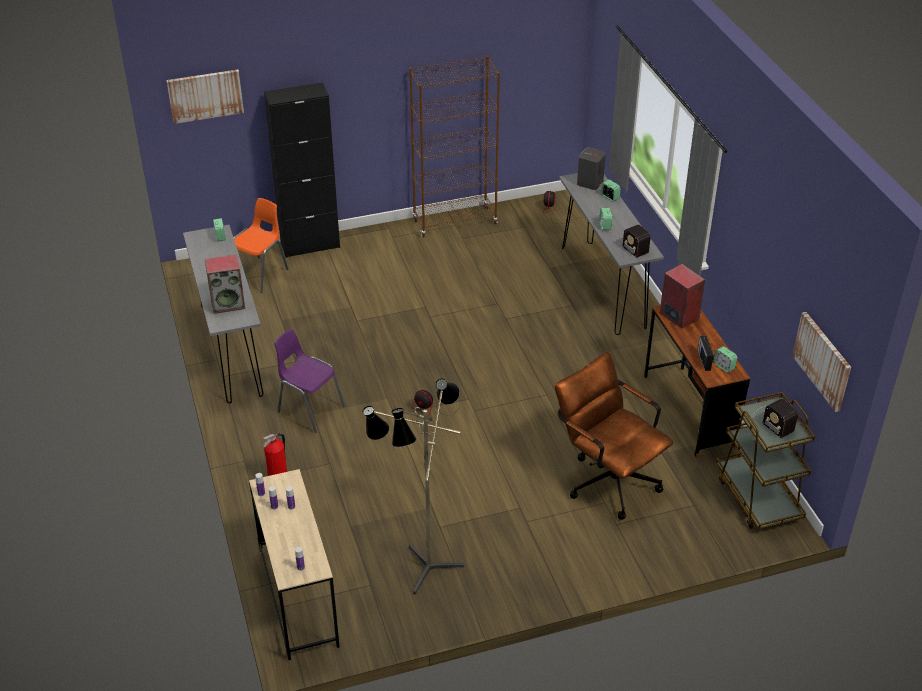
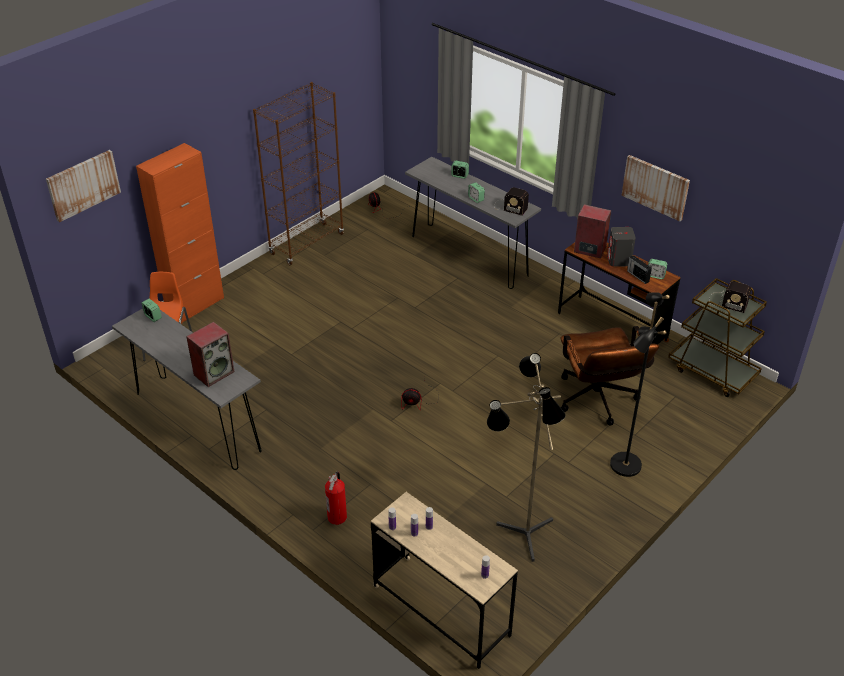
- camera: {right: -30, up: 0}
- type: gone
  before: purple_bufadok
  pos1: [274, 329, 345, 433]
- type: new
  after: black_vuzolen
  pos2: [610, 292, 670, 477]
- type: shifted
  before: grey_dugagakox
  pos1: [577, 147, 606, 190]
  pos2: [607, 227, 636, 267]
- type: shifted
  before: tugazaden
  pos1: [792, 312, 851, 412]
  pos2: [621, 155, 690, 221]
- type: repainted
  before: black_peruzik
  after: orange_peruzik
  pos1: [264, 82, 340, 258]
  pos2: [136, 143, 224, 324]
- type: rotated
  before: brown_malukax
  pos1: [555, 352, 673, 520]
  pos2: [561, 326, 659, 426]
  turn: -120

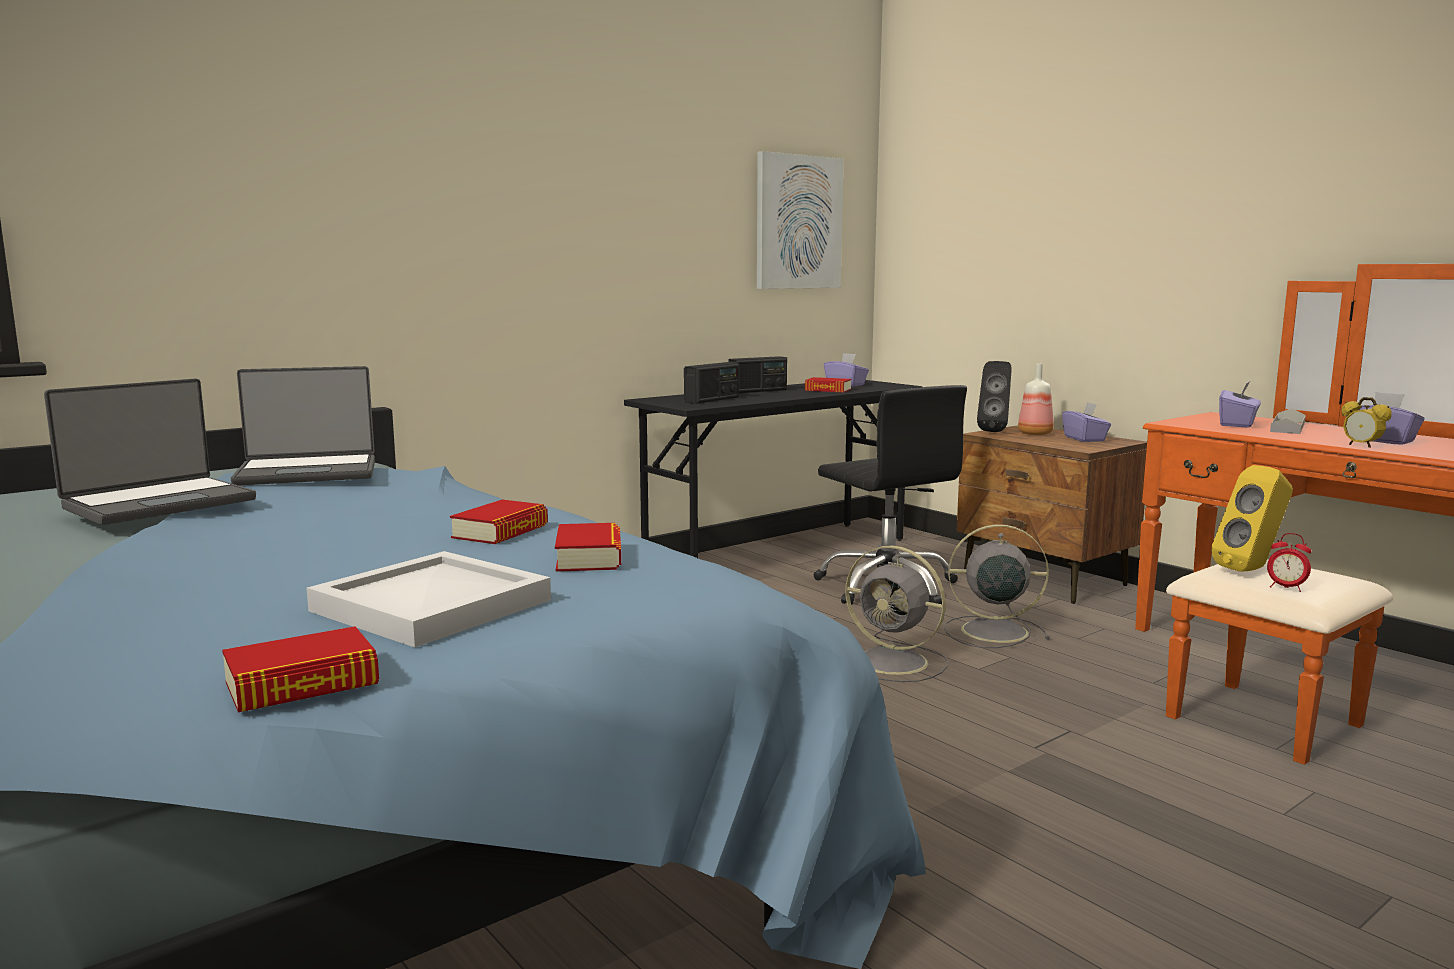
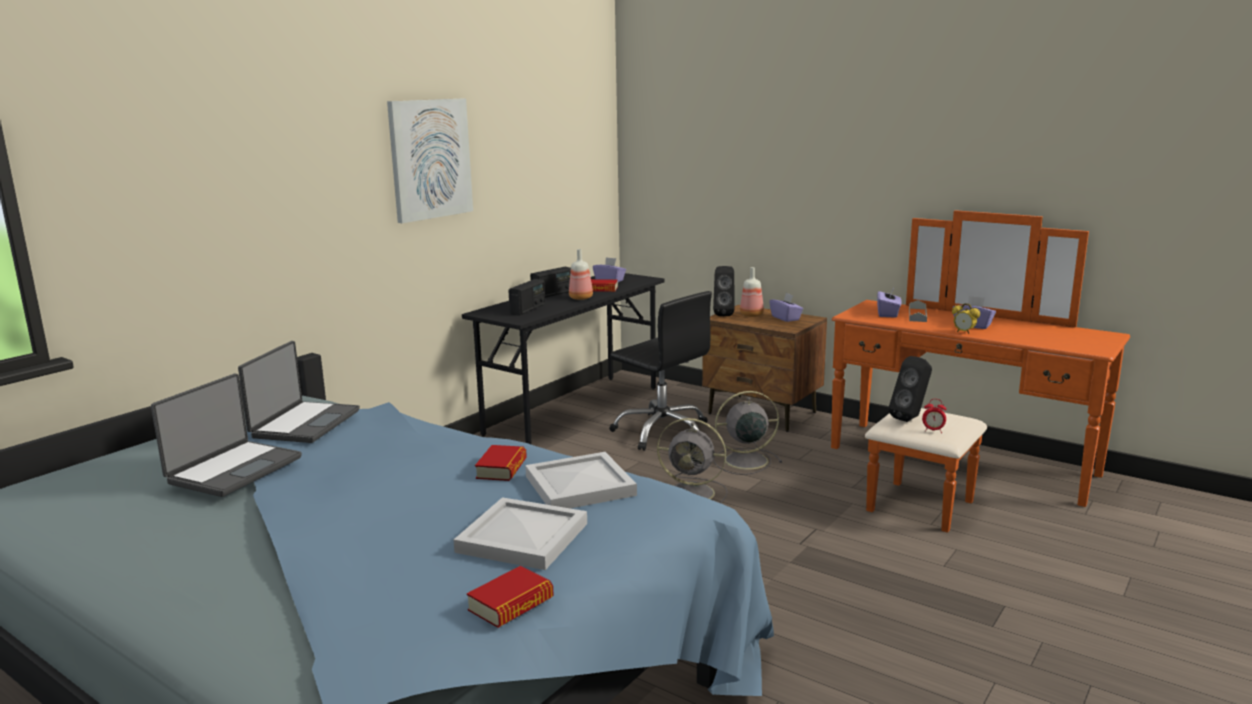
- camera: {right: -15, up: 5}
- type: new
  after: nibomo
  pos2: [569, 249, 593, 300]
- type: shifted
  before: tugazaden
  pos1: [757, 151, 843, 289]
  pos2: [387, 98, 473, 223]
- type: swapped
  before: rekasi
  after: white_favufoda
  pos1: [555, 523, 621, 572]
  pos2: [525, 452, 637, 509]
- type: repainted
  before: yellow_dugagakox
  after: black_dugagakox
  pos1: [1211, 465, 1293, 572]
  pos2: [889, 356, 932, 422]
- type: rotated
  before: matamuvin
  pos1: [231, 366, 375, 486]
  pos2: [238, 341, 360, 443]
  turn: -45

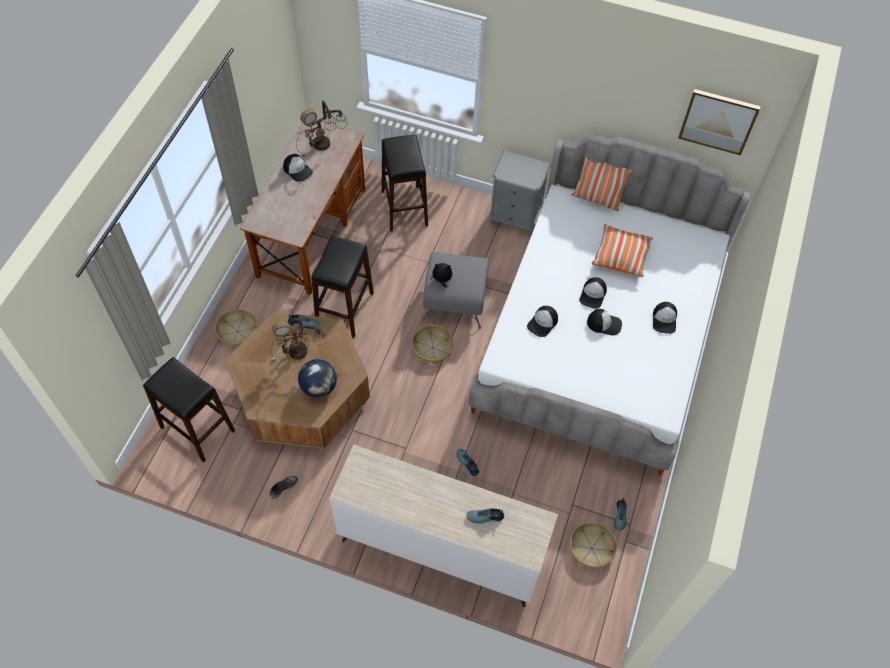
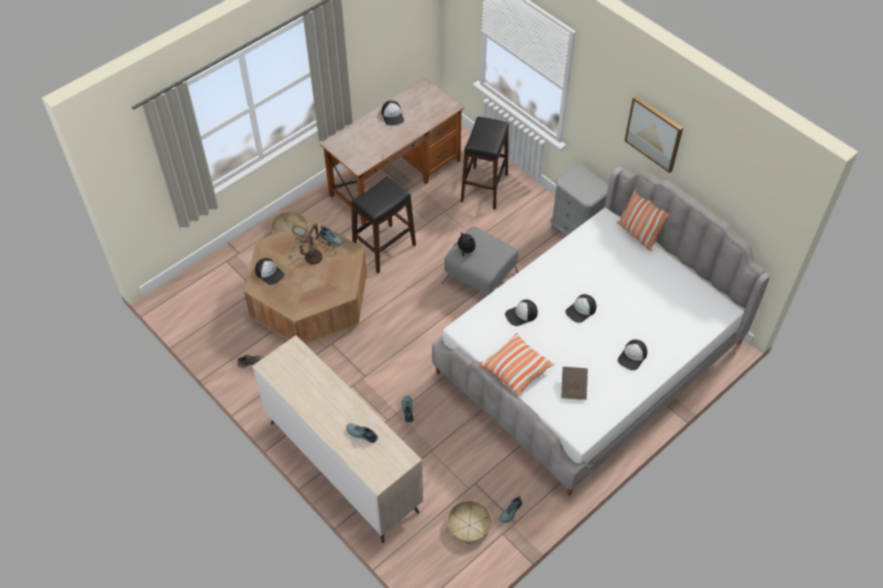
- camera: {right: 30, up: -5}
- type: gone
  before: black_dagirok
  pos1: [143, 357, 235, 462]
- type: gone
  before: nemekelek
  pos1: [296, 101, 347, 157]
- type: gone
  before: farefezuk
  pos1: [298, 359, 337, 398]
- type: gone
  before: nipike
  pos1: [412, 325, 454, 364]
- type: new
  after: brown_rekasi
  pos2: [561, 367, 588, 400]
- type: shifted
  before: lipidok
  pos1: [587, 309, 622, 336]
  pos2: [255, 258, 285, 285]
- type: shifted
  before: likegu
  pos1: [591, 224, 653, 277]
  pos2: [479, 333, 554, 396]
- type: shifted
  before: tugazaden
  pos1: [678, 89, 761, 155]
  pos2: [625, 96, 683, 173]

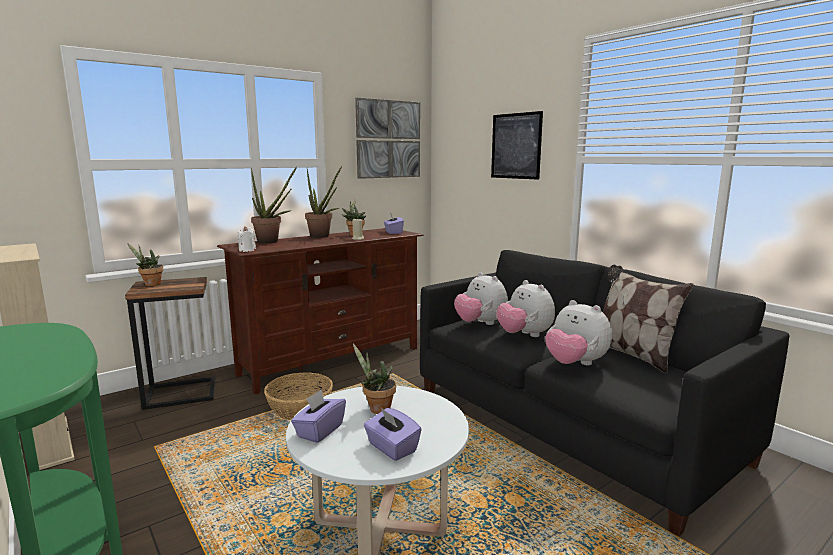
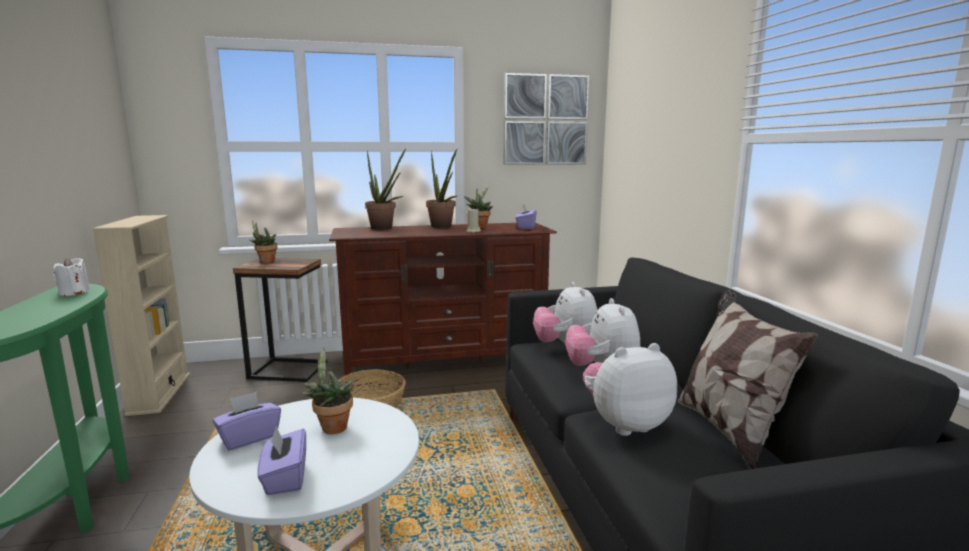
- camera: {right: 25, up: 0}
- type: gone
  before: tugazaden
  pos1: [491, 111, 543, 180]
- type: shifted
  before: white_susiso
  pos1: [237, 226, 256, 252]
  pos2: [52, 257, 90, 296]
- type: rotated
  before: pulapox
  pos1: [545, 300, 612, 365]
  pos2: [583, 343, 677, 436]
  turn: 90

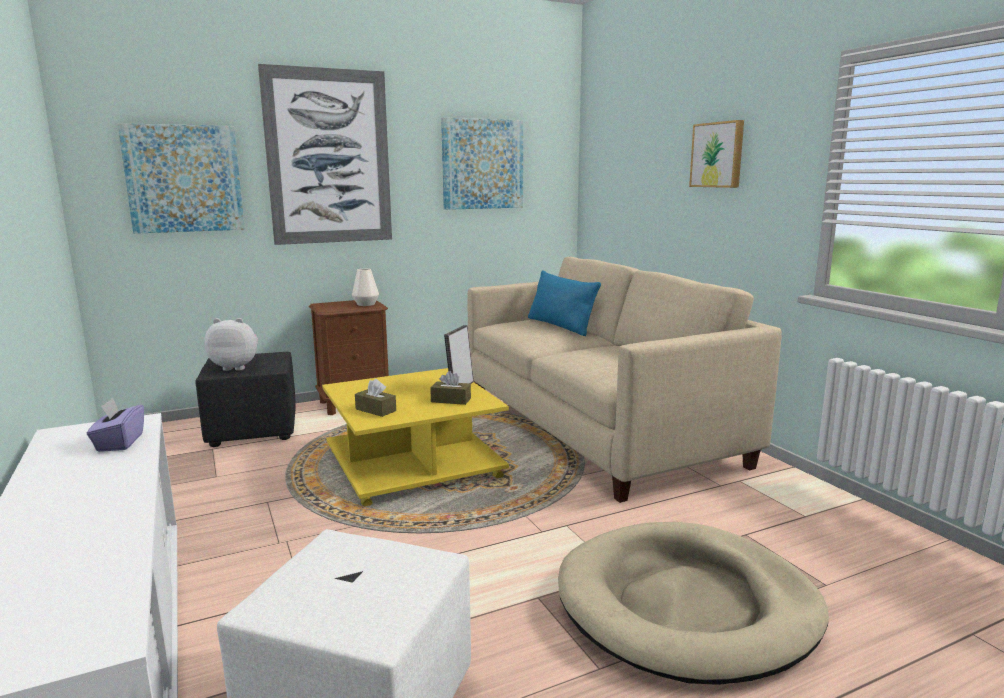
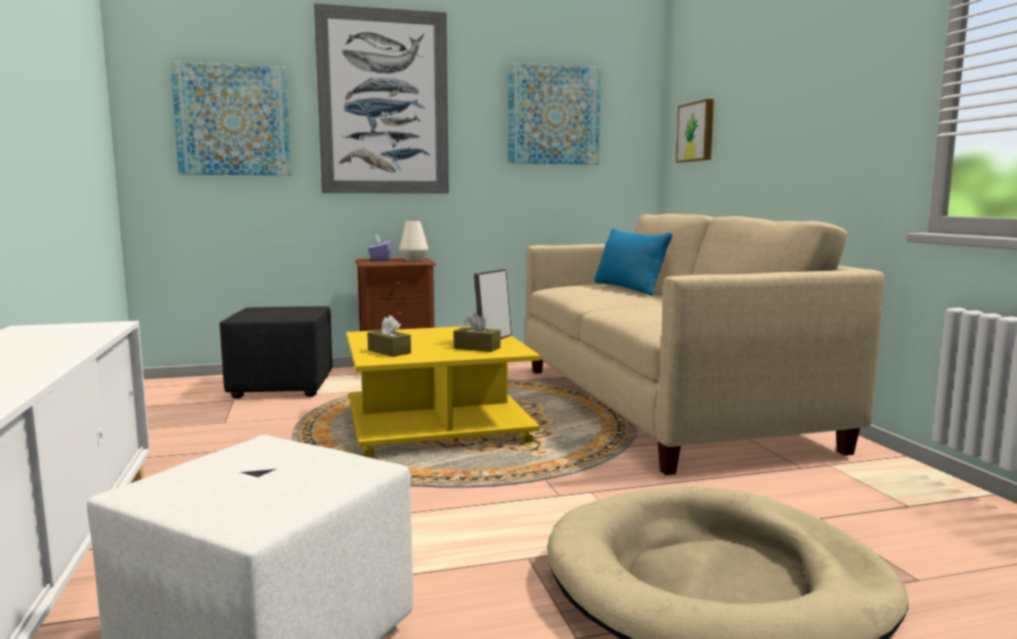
- camera: {right: 10, up: -5}
- type: gone
  before: pulapox
  pos1: [204, 318, 258, 371]
- type: shifted
  before: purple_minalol
  pos1: [87, 398, 144, 452]
  pos2: [368, 235, 393, 261]
- type: shifted
  before: tugazaden
  pos1: [689, 120, 744, 188]
  pos2: [676, 99, 714, 163]

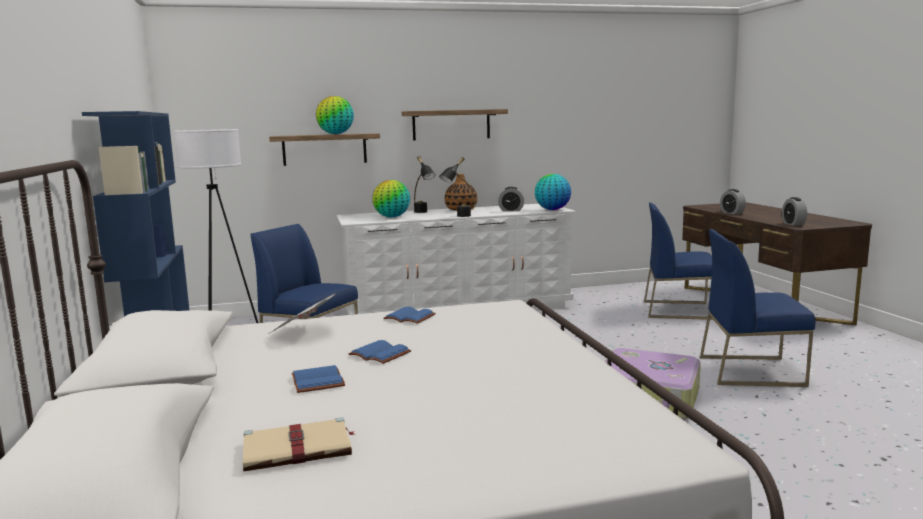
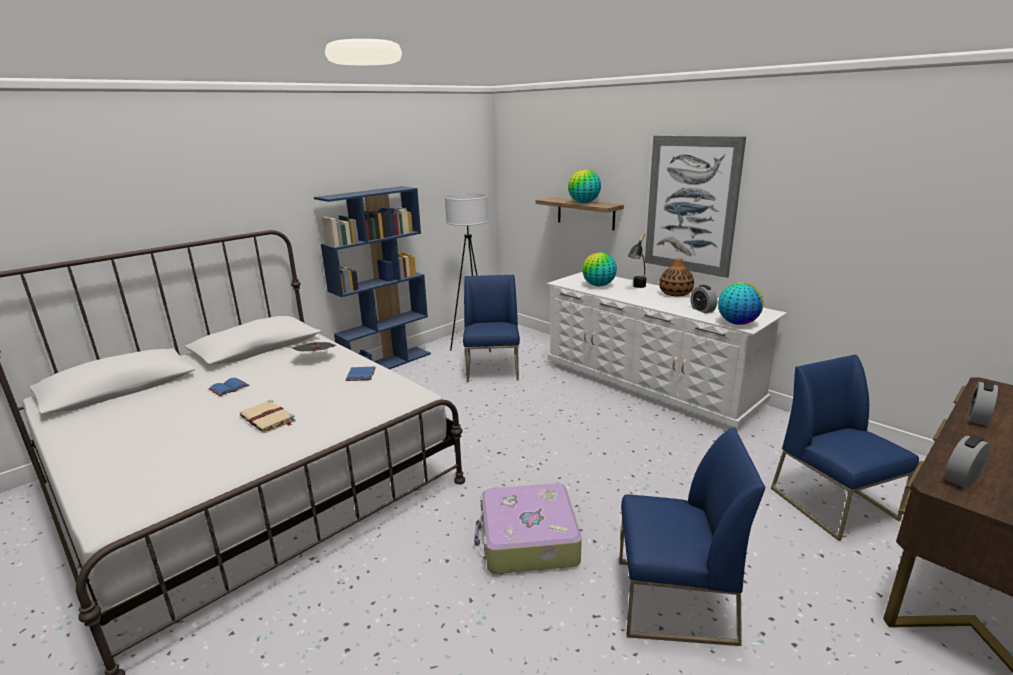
- camera: {right: 60, up: 10}
- type: gone
  before: blue_rekasi
  pos1: [348, 340, 411, 364]
- type: gone
  before: black_nemekelek
  pos1: [439, 157, 475, 217]
- type: shifted
  before: beige_rekasi
  pos1: [243, 417, 355, 471]
  pos2: [240, 400, 296, 433]
- type: swapped
  before: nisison
  after: tugazaden
  pos1: [402, 109, 508, 141]
  pos2: [645, 136, 746, 278]
- type: rotated
  before: blue_bufadok
  pos1: [700, 229, 816, 387]
  pos2: [619, 427, 765, 646]
  turn: 120

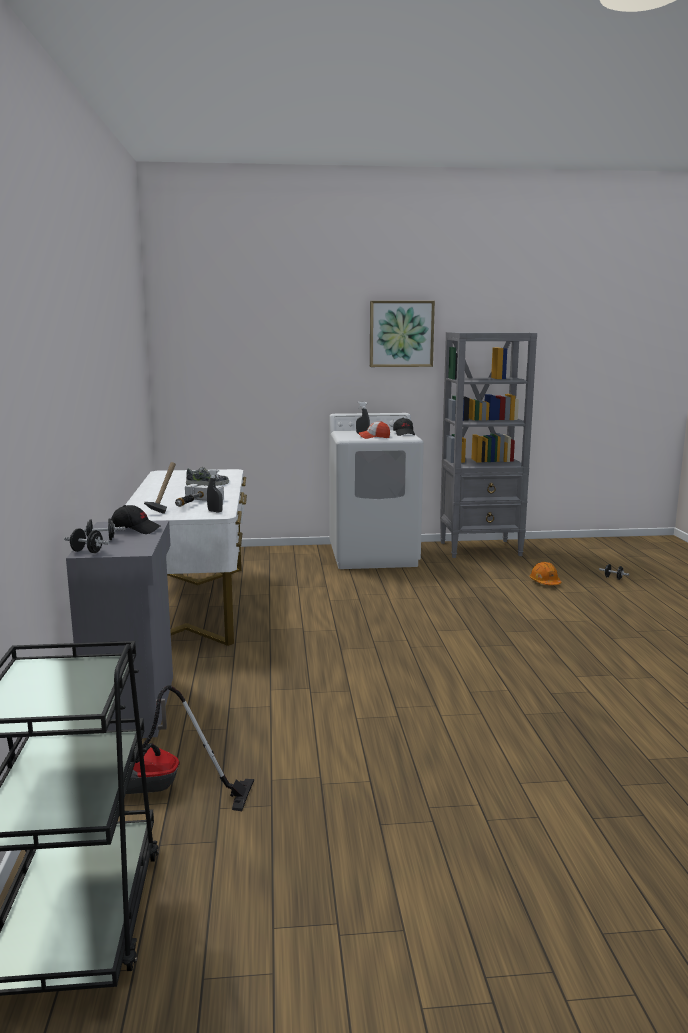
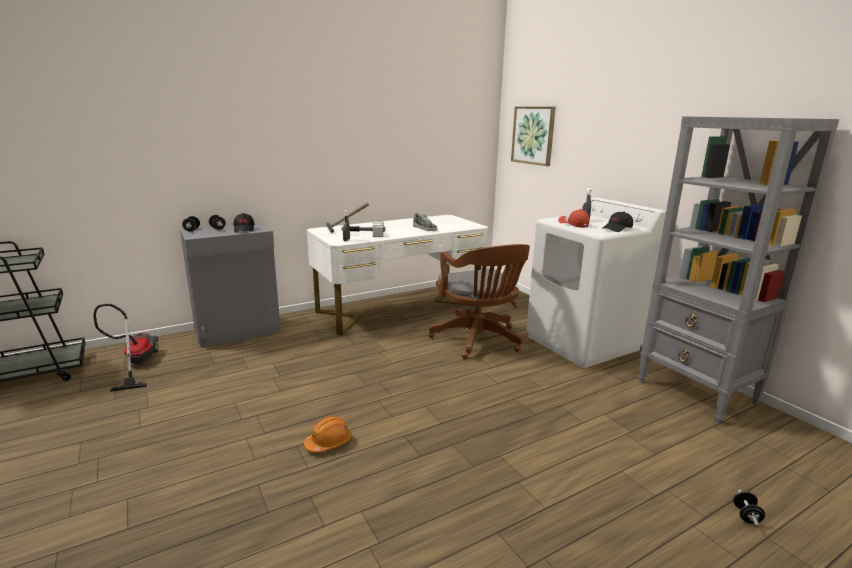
- camera: {right: 65, up: 5}
- type: new
  after: brown_malukax
  pos2: [428, 244, 530, 359]
- type: shifted
  before: tugazaden
  pos1: [370, 301, 435, 367]
  pos2: [511, 106, 556, 166]
- type: shifted
  before: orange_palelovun
  pos1: [530, 562, 561, 585]
  pos2: [304, 416, 352, 453]

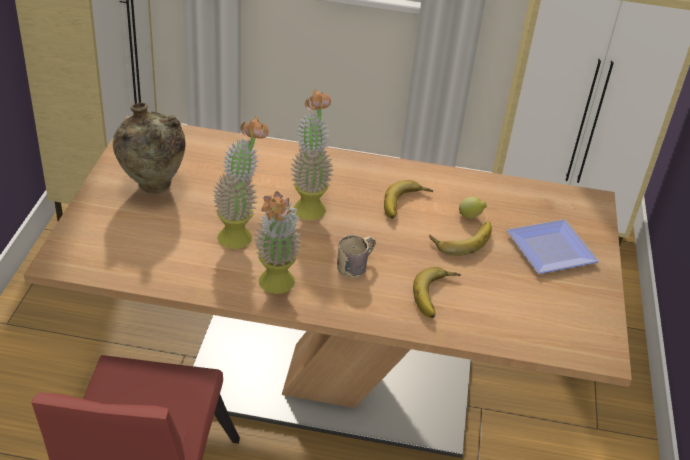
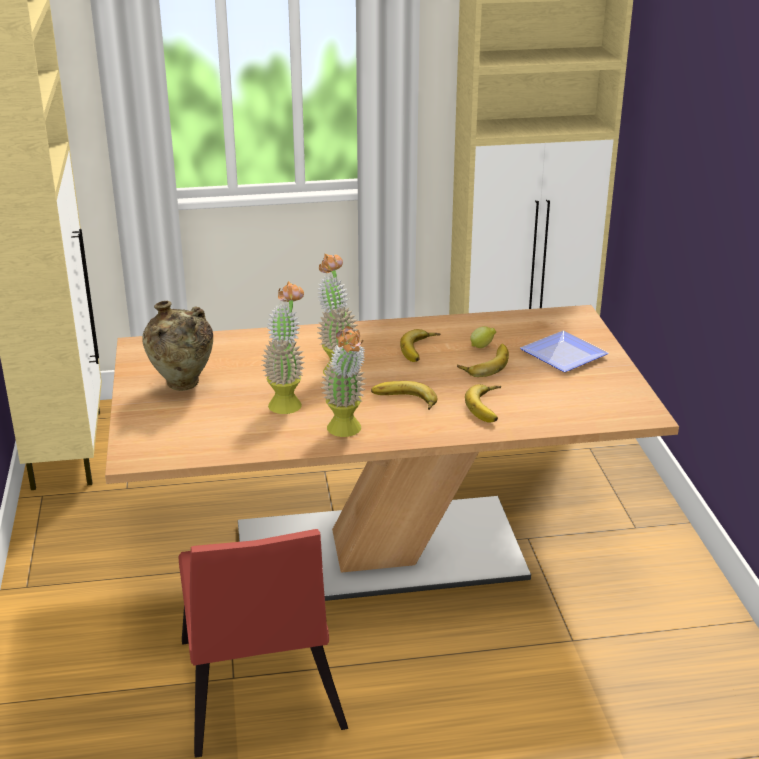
- camera: {right: -15, up: -10}
- type: swapped
  before: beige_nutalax
  after: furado
  pos1: [337, 235, 376, 278]
  pos2: [371, 381, 437, 410]

